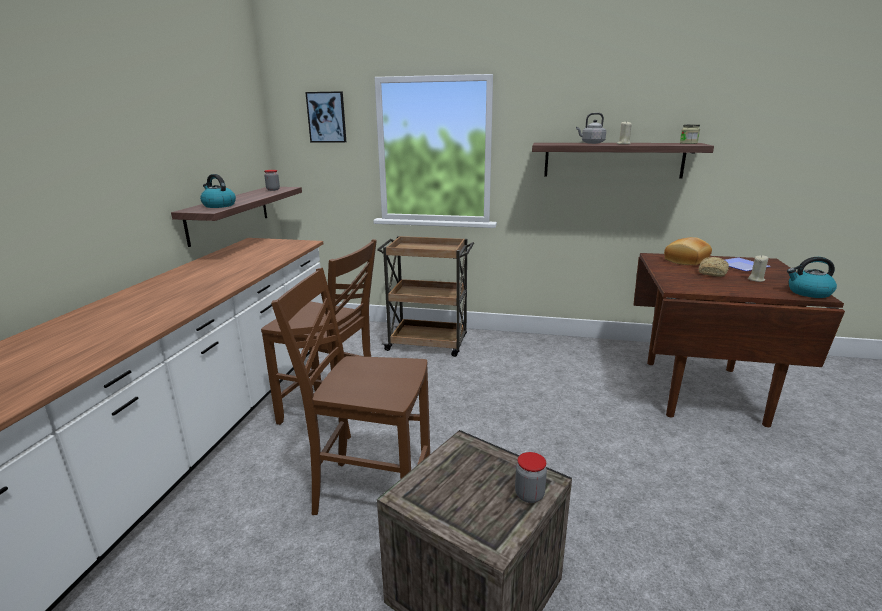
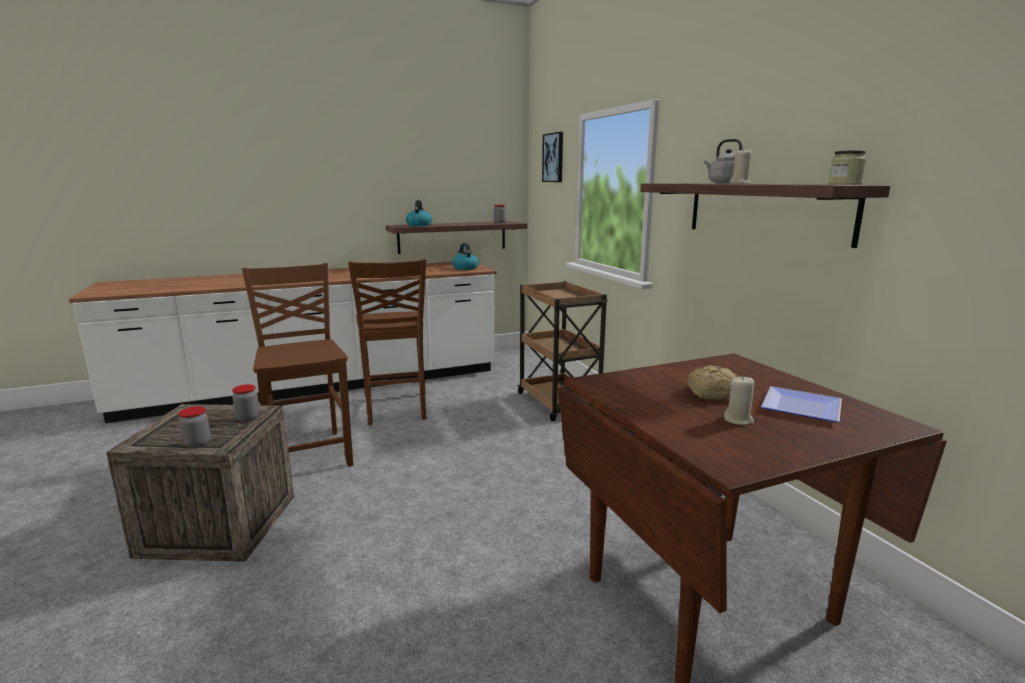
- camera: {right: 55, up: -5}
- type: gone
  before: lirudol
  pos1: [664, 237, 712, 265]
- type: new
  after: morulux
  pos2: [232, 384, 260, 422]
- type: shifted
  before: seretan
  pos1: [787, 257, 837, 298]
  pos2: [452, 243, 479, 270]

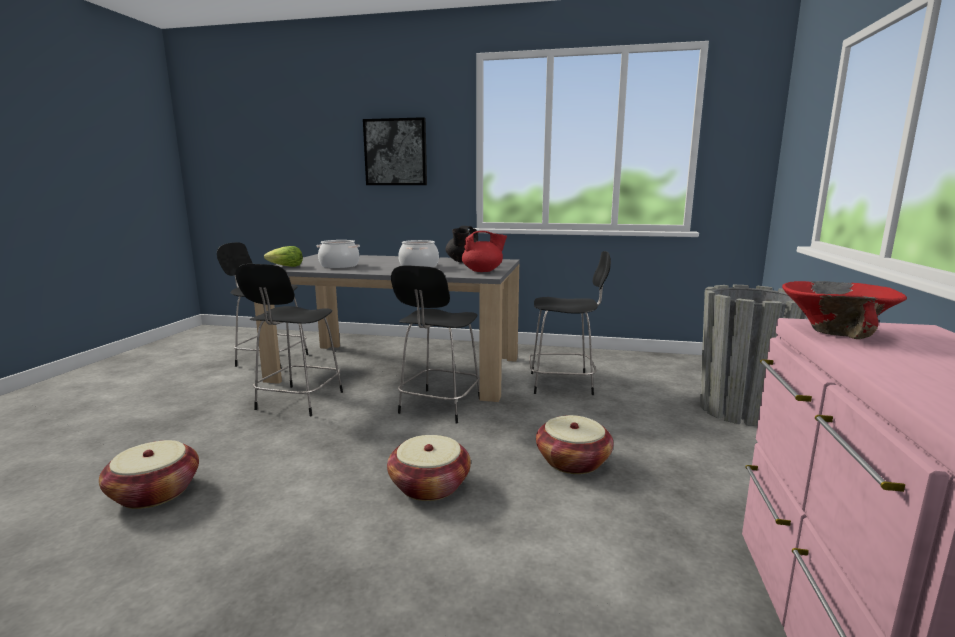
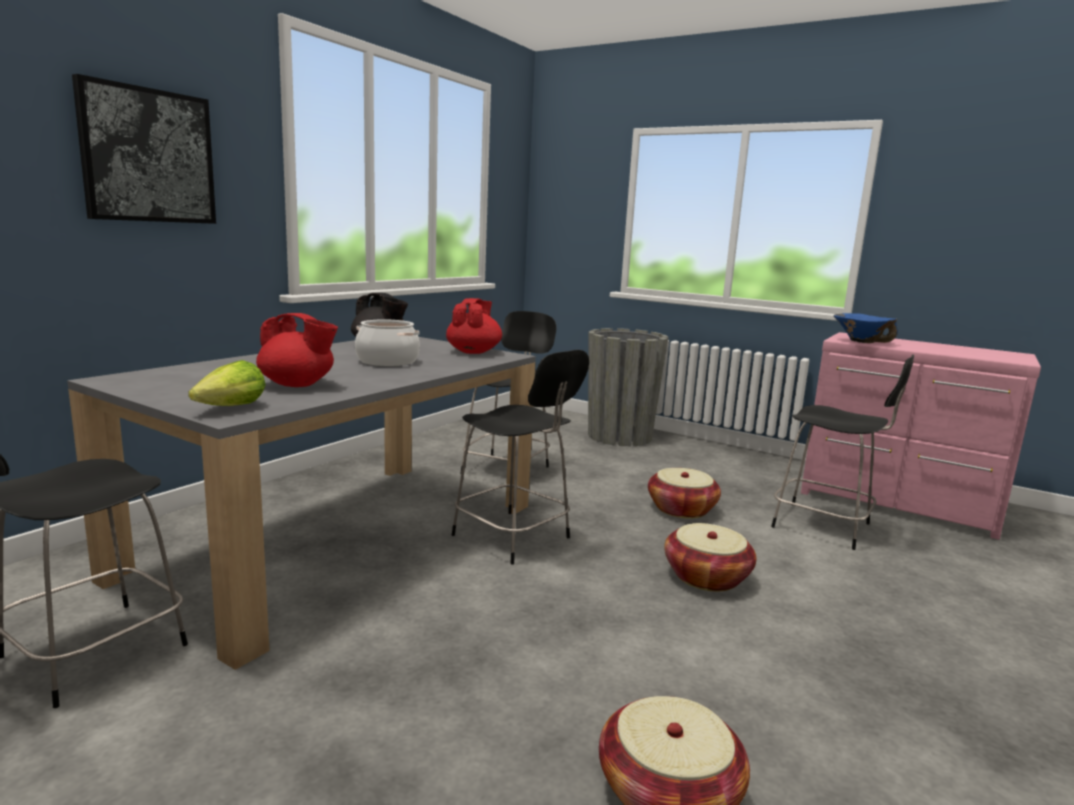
- camera: {right: -70, up: 0}
- type: shifted
  before: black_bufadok
  pos1: [235, 264, 343, 416]
  pos2: [771, 355, 914, 550]
- type: swapped
  before: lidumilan
  after: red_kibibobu
  pos1: [317, 240, 360, 268]
  pos2: [256, 313, 338, 387]
- type: repainted
  before: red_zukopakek
  after: blue_zukopakek
  pos1: [782, 281, 907, 339]
  pos2: [833, 313, 898, 343]

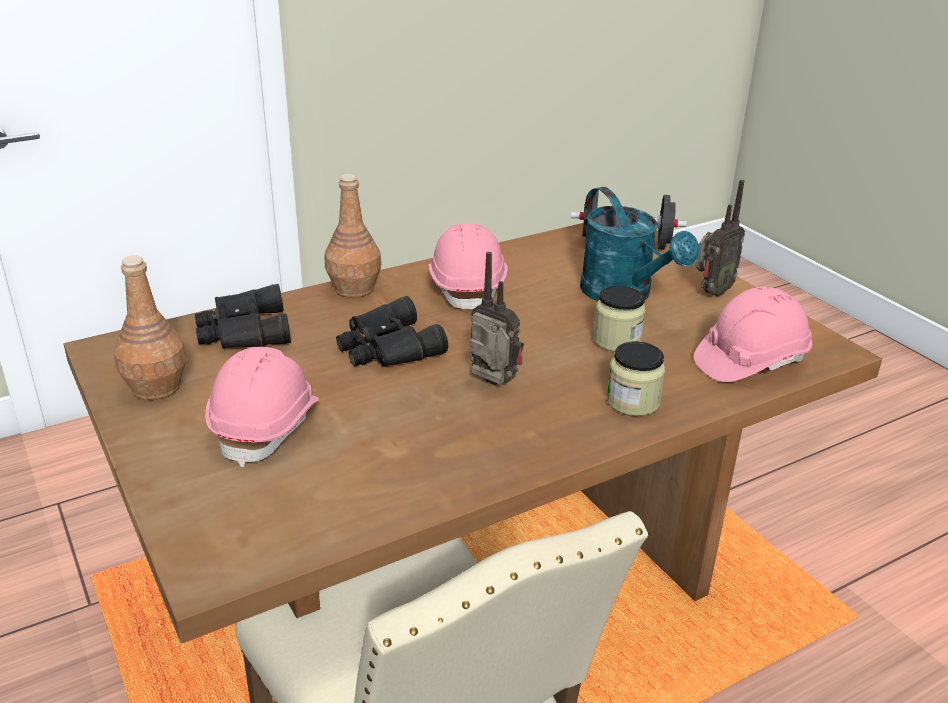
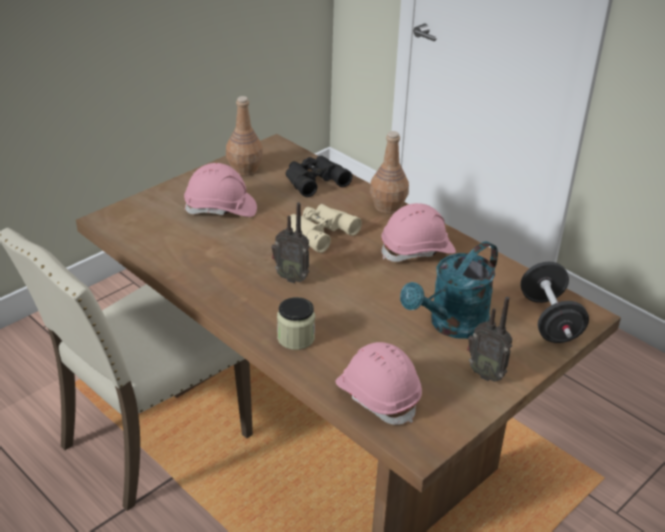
- camera: {right: 75, up: 5}
- type: gone
  before: morulux
  pos1: [593, 286, 646, 352]
- type: repainted
  before: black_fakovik
  after: beige_fakovik
  pos1: [336, 296, 448, 367]
  pos2: [291, 204, 362, 253]
- type: rotated
  before: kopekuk
  pos1: [469, 252, 524, 385]
  pos2: [272, 203, 310, 283]
  turn: 90

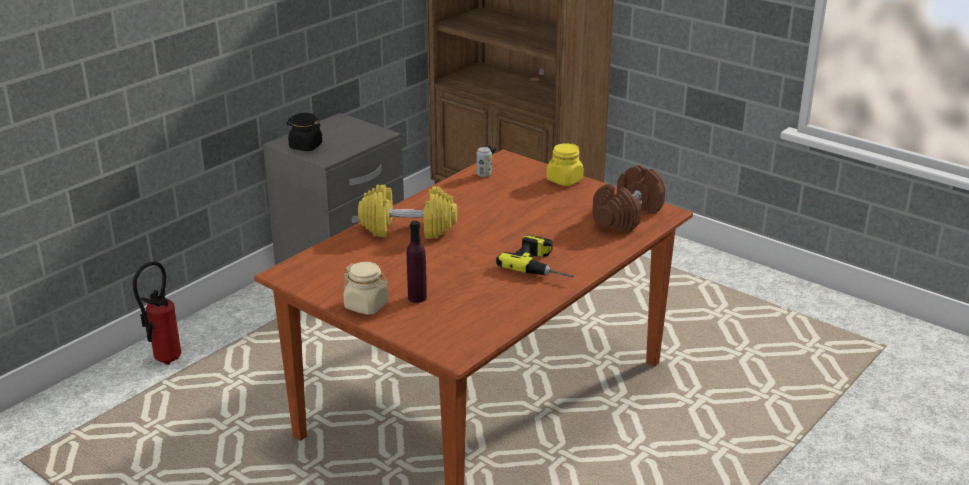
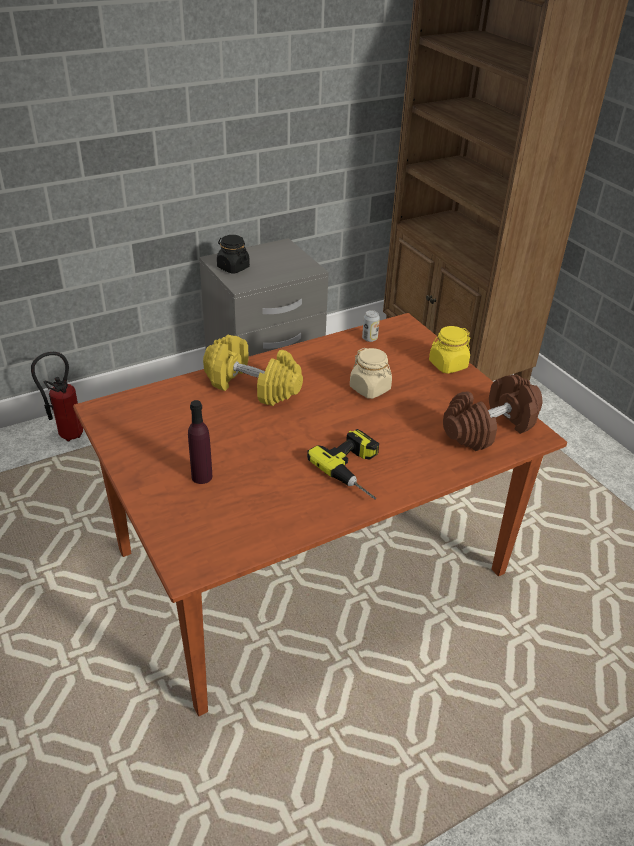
- camera: {right: 20, up: 10}
- type: shifted
  before: beige_morulux
  pos1: [343, 262, 389, 315]
  pos2: [350, 348, 392, 399]

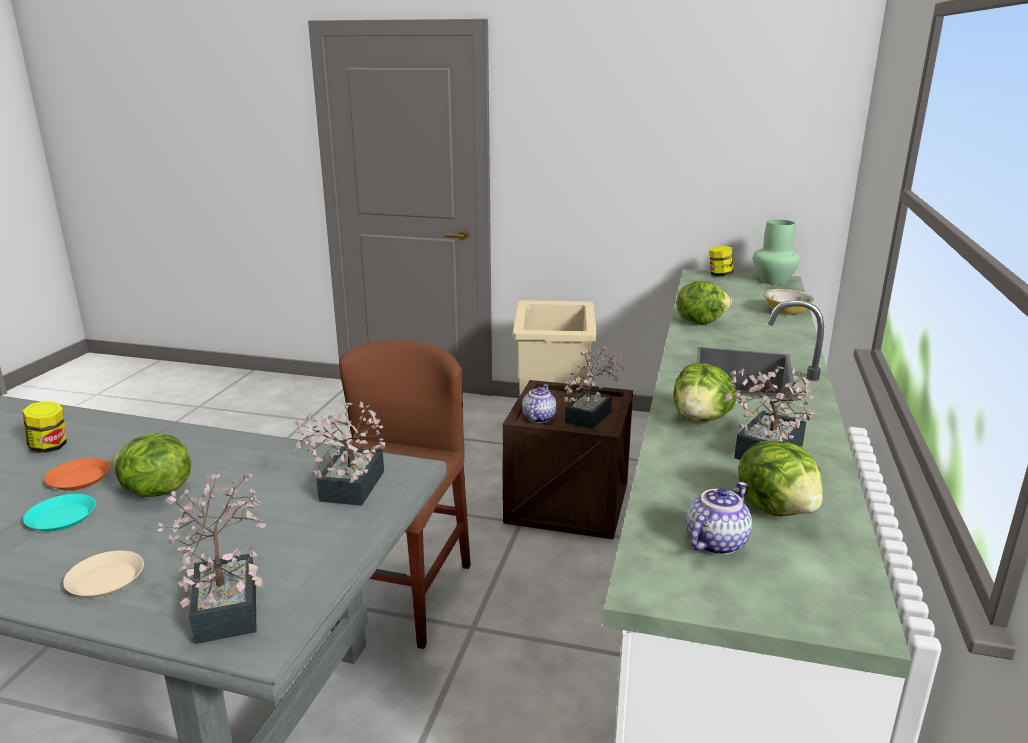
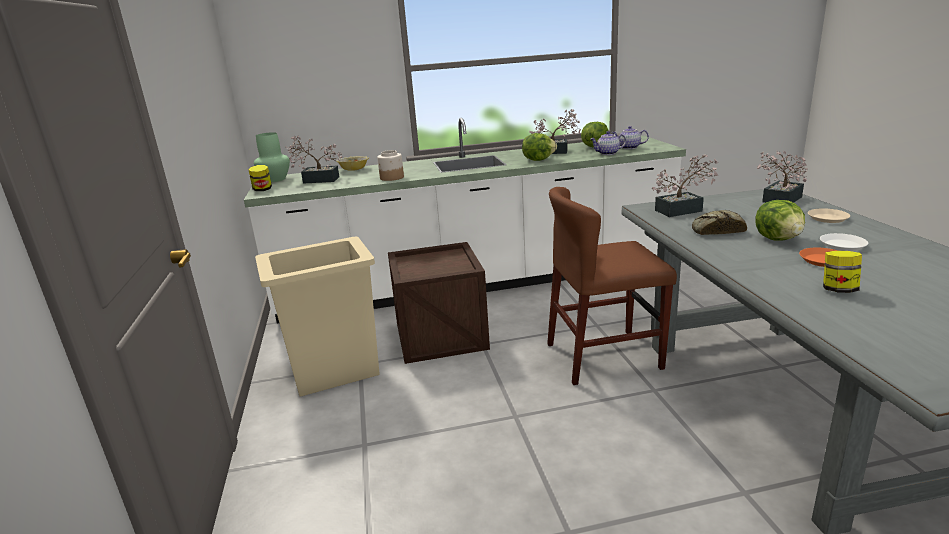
- camera: {right: -115, up: 0}
- type: new
  after: lirudol
  pos2: [692, 210, 747, 235]
- type: shifted
  before: kibibobu
  pos1: [522, 384, 557, 423]
  pos2: [591, 131, 626, 155]
- type: shifted
  before: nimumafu
  pos1: [564, 347, 624, 429]
  pos2: [285, 135, 342, 184]
- type: swapped
  before: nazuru
  after: morulux
  pos1: [677, 281, 732, 324]
  pos2: [377, 150, 404, 181]
- type: repainted
  before: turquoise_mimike
  after: white_mimike
  pos1: [23, 494, 96, 531]
  pos2: [820, 233, 868, 251]

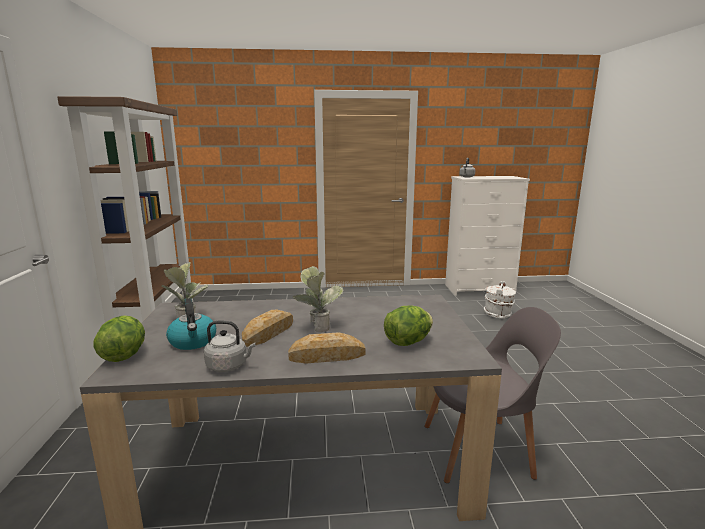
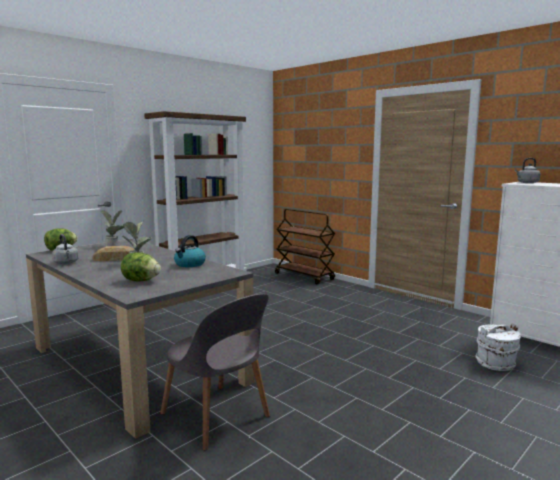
- camera: {right: 50, up: -5}
- type: gone
  before: lirudol
  pos1: [288, 332, 366, 363]
- type: new
  after: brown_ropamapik
  pos2: [275, 209, 335, 285]
- type: shifted
  before: seretan
  pos1: [166, 298, 216, 350]
  pos2: [174, 235, 206, 267]

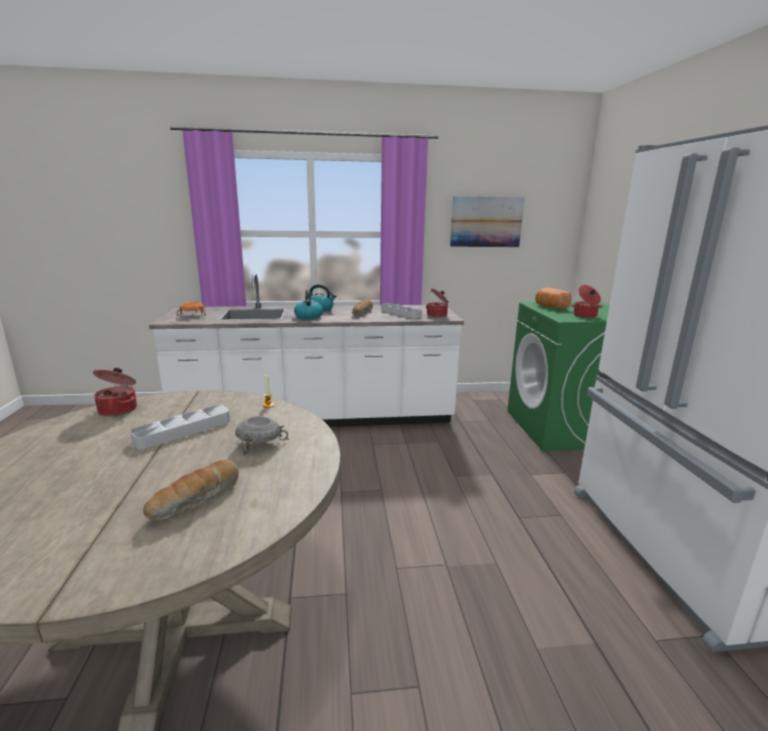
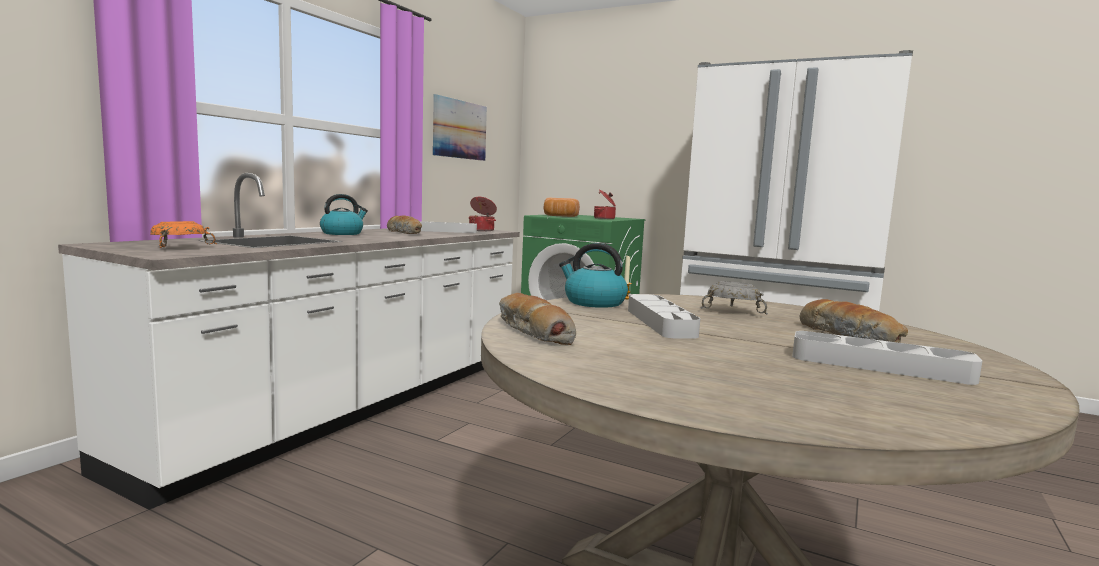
- camera: {right: -55, up: -10}
- type: new
  after: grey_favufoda
  pos2: [792, 331, 983, 385]
- type: shifted
  before: seretan
  pos1: [294, 290, 323, 320]
  pos2: [559, 243, 628, 308]
- type: swapped
  before: lidumilan
  after: lirudol
  pos1: [93, 368, 137, 417]
  pos2: [499, 293, 576, 345]

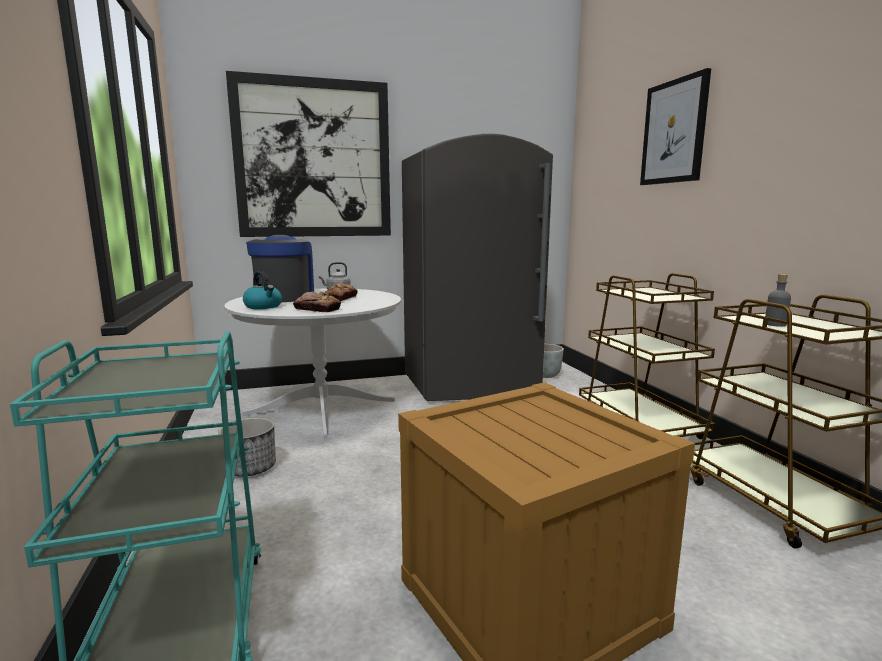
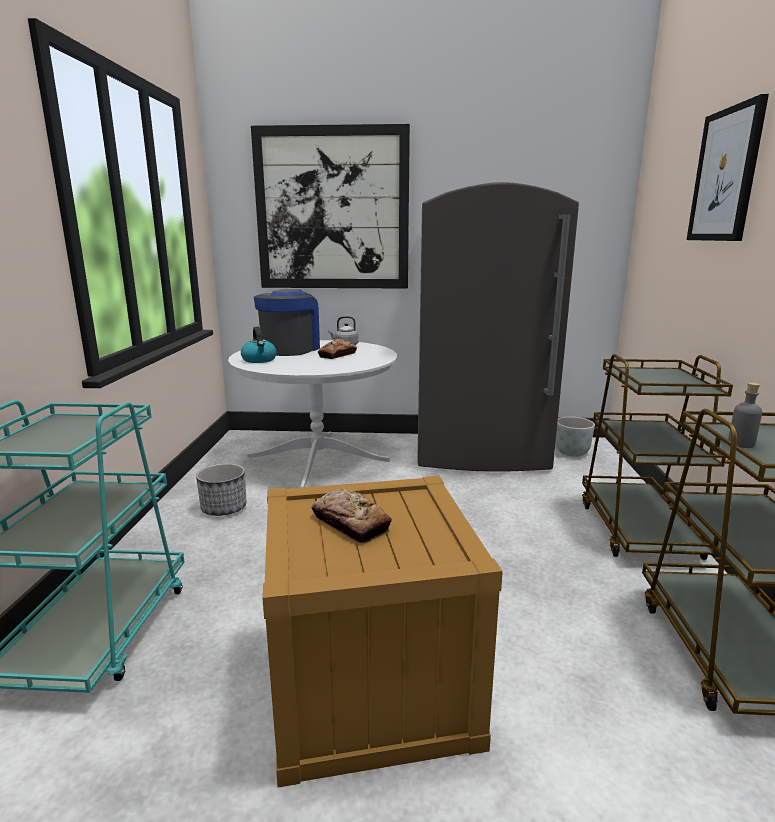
- camera: {right: 20, up: 5}
- type: shifted
  before: lirudol
  pos1: [293, 291, 341, 312]
  pos2: [312, 489, 392, 543]

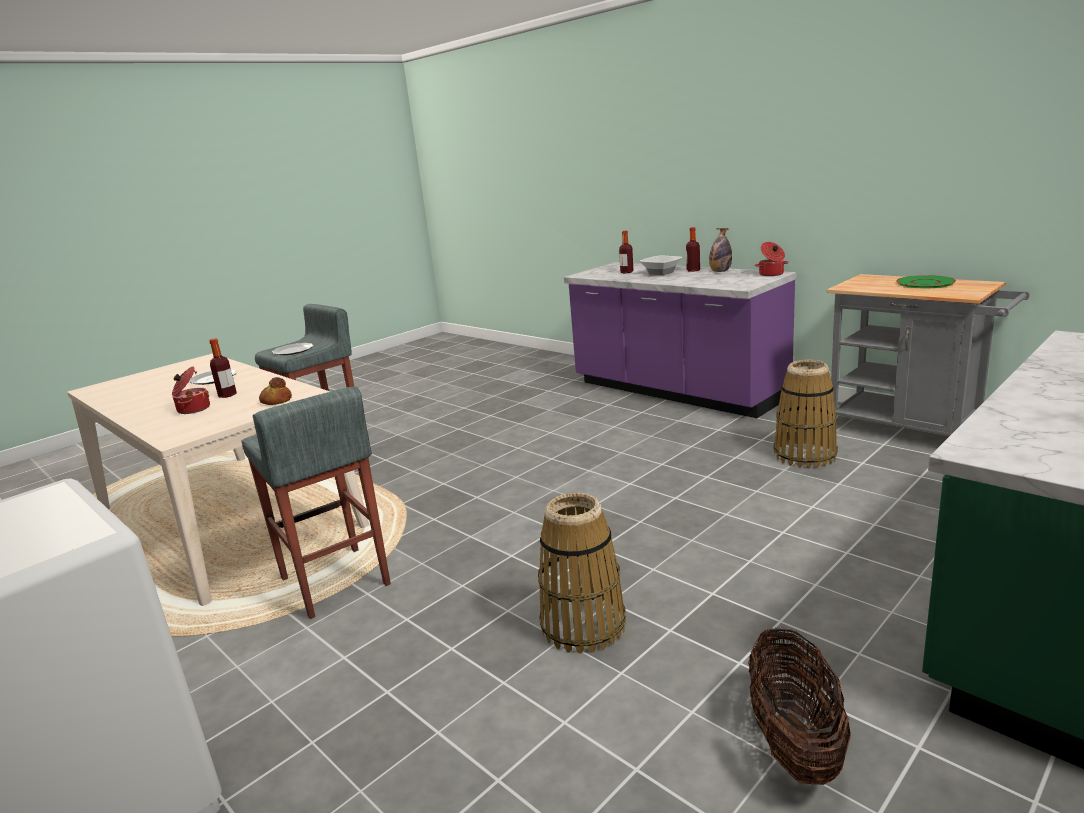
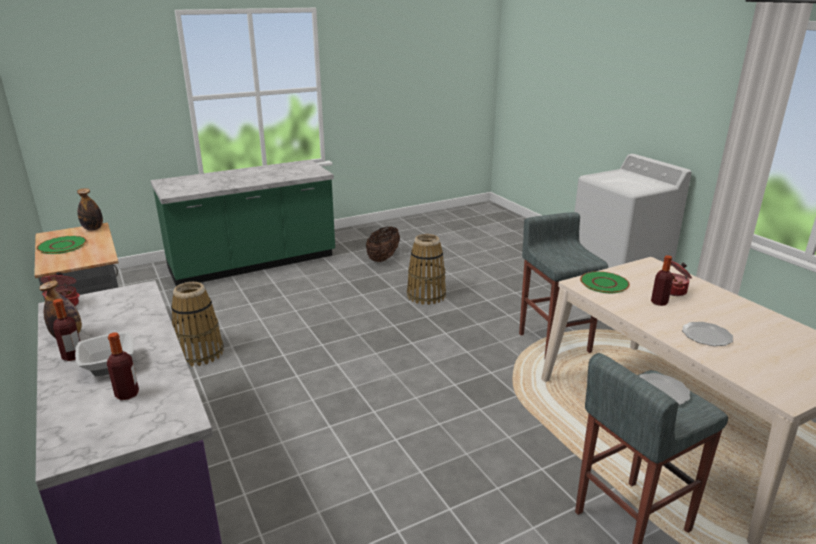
- camera: {right: -165, up: 5}
- type: new
  after: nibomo
  pos2: [77, 188, 103, 230]
- type: swapped
  before: lirudol
  after: green_mimike
  pos1: [259, 377, 292, 405]
  pos2: [580, 271, 630, 293]

